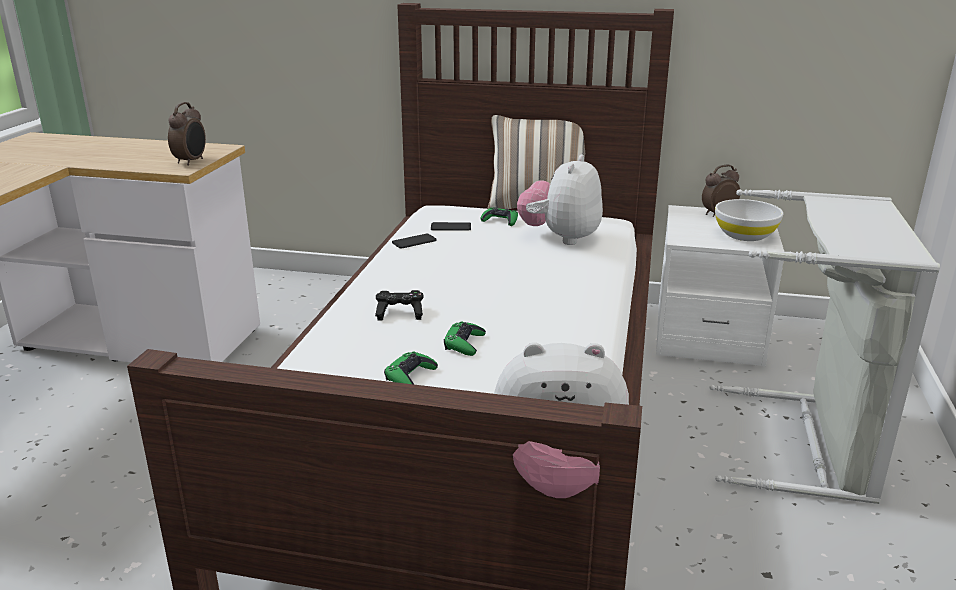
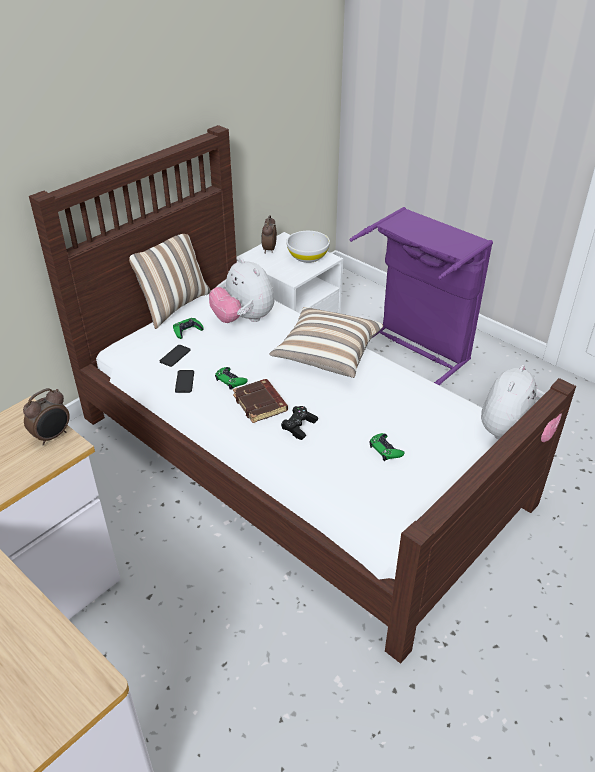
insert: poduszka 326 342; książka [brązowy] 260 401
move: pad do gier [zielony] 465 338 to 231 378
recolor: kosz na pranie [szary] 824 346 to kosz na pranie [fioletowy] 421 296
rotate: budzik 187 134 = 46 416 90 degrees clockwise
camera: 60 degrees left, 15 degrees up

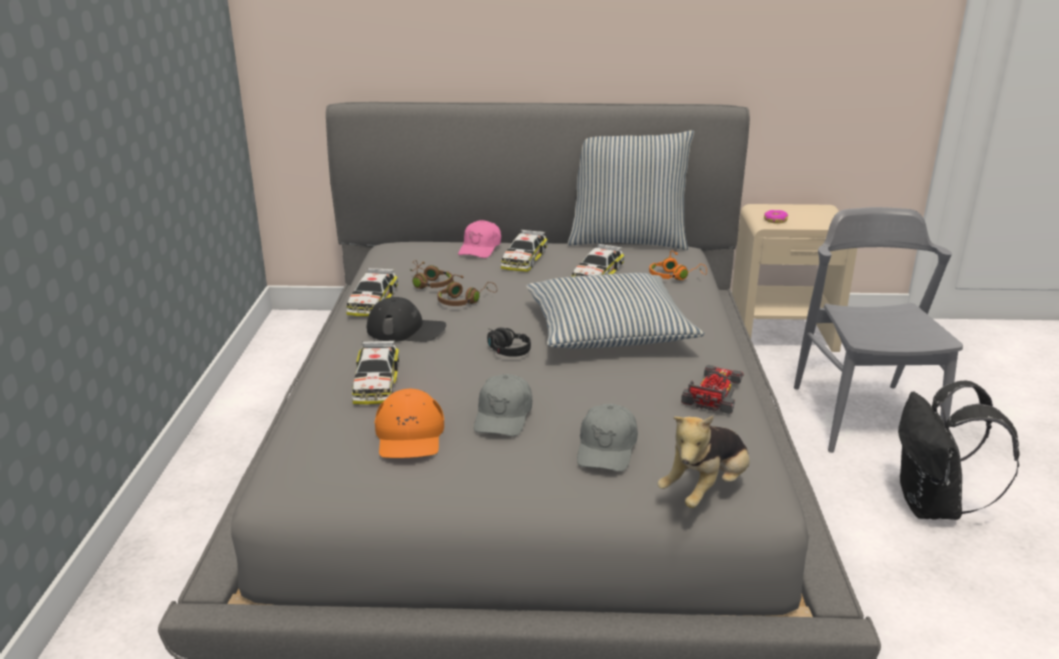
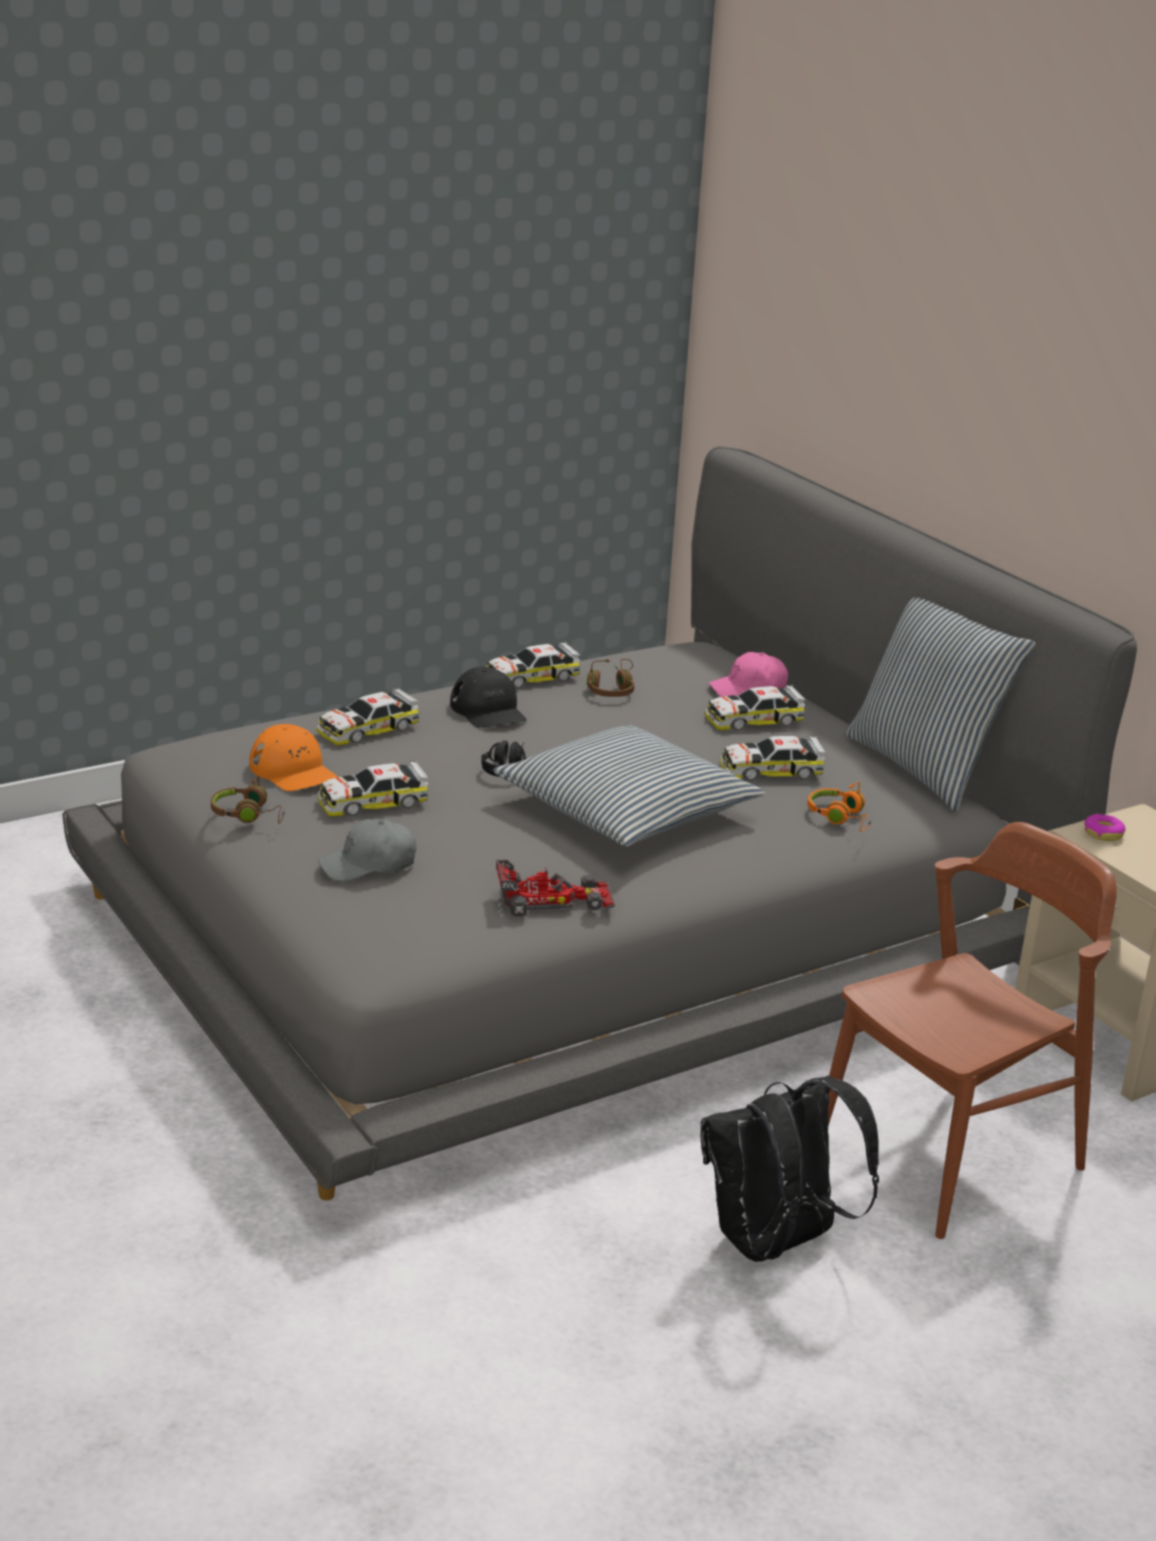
delete: pluszak 703 462
move: słuchawki [brązowy] 467 290 to 248 799
replace: czapka z daszkiem [szary] 503 405 to samochodzik 373 788
recolor: krzesło [szary] 878 330 to krzesło [brązowy] 972 1030
rotate: czapka z daszkiem [pomarańczowy] 409 423 = 293 757 90 degrees counterclockwise
camera: 55 degrees right, 0 degrees up

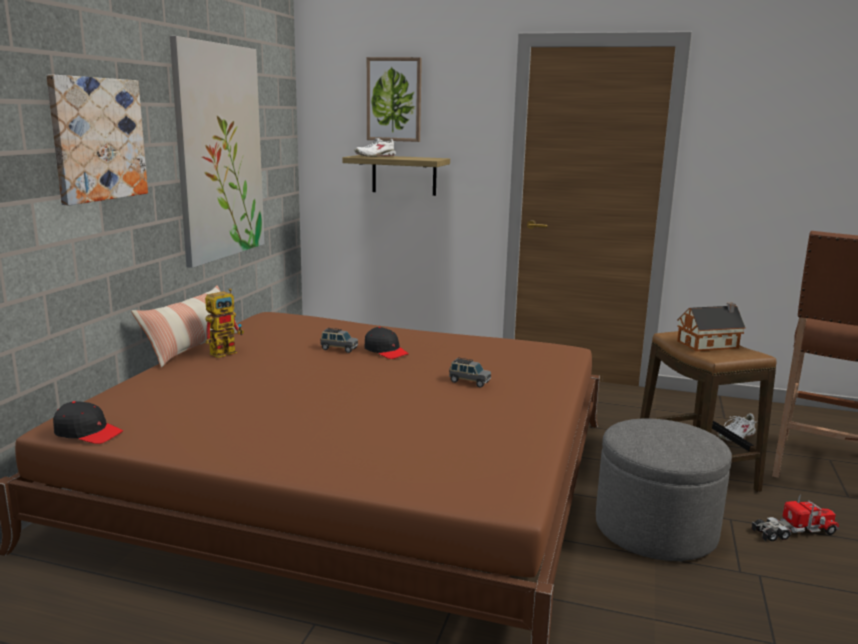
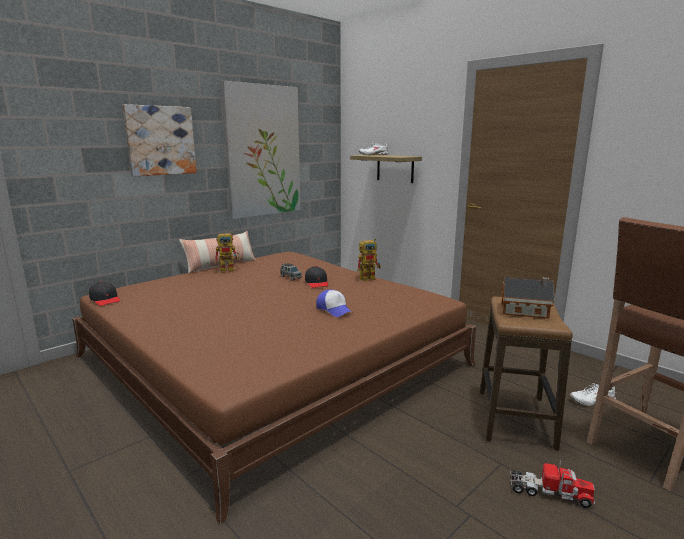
delete: obraz 394 99; pufa [szary] 664 489
insert: robot zabawkowy 369 259
replace: samochodzik [szary] 470 372 to czapka z daszkiem 334 303
camera: 30 degrees right, 0 degrees up

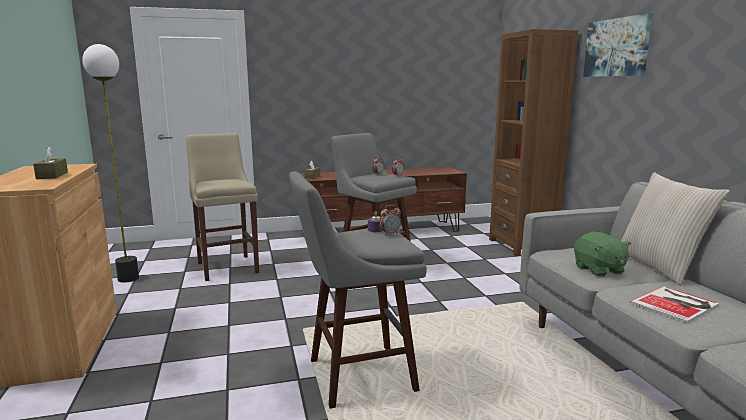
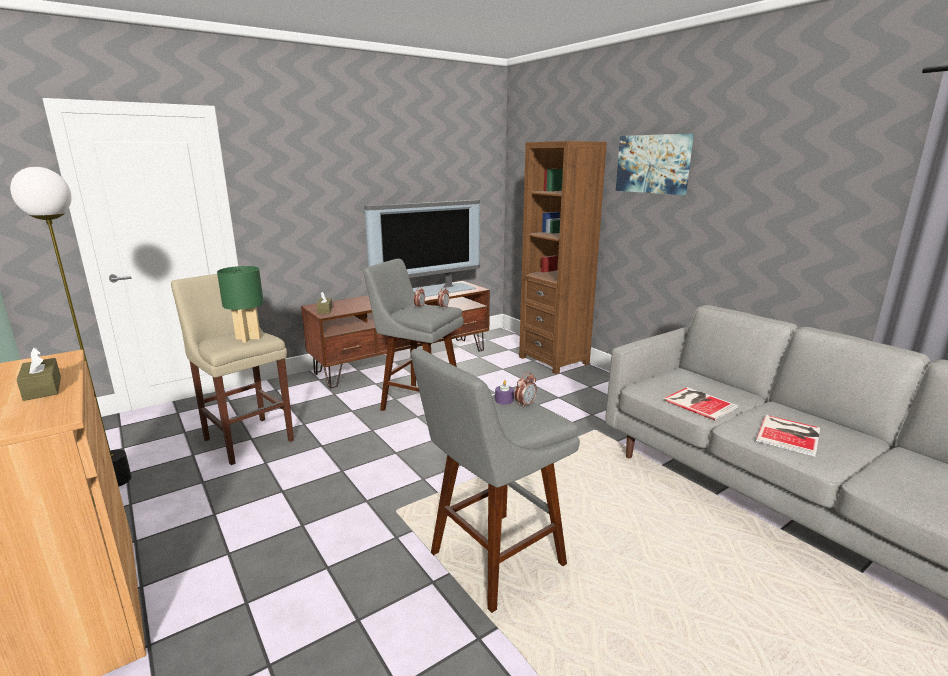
delete: poduszka [beżowy] 675 229
insert: telewizor 422 248; lampa stołowa [zielony] 240 304
replace: pluszak [zielony] 602 254 to książka 701 403
camera: 20 degrees left, 5 degrees up

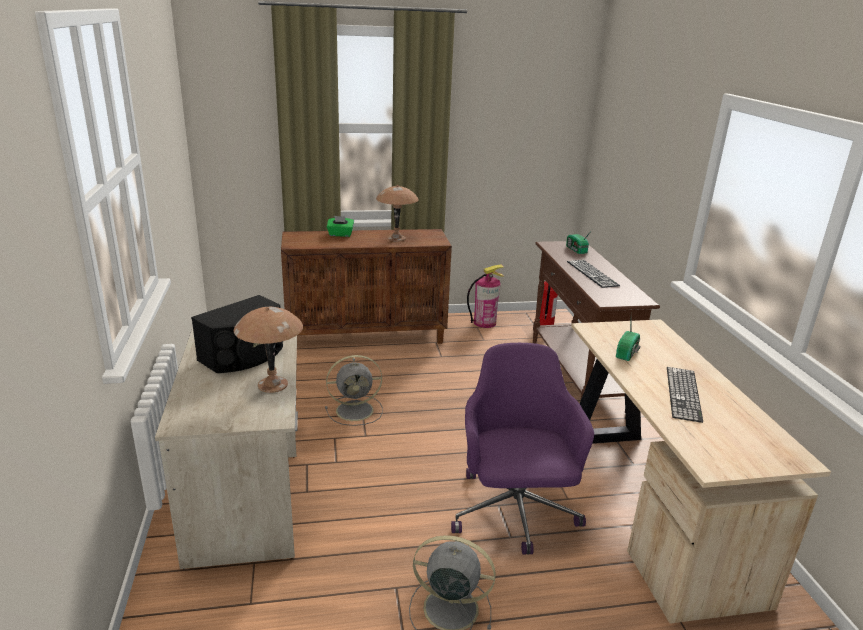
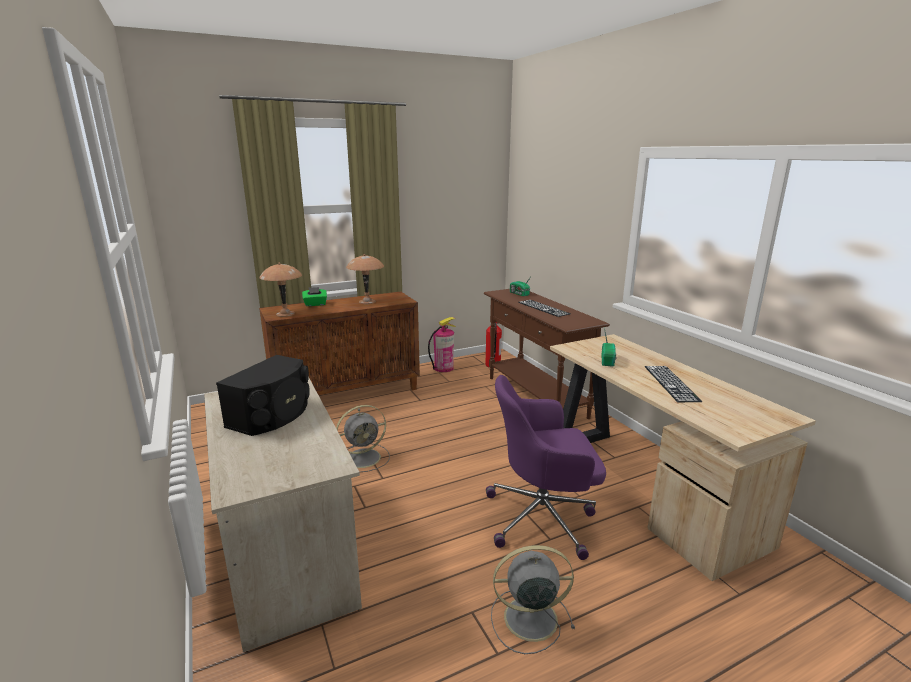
move: lampa stołowa [brązowy] 268 350 to 280 289
rotate: krzesło biurowe [fioletowy] 522 449 = 546 467 75 degrees counterclockwise
camera: 15 degrees left, 5 degrees down

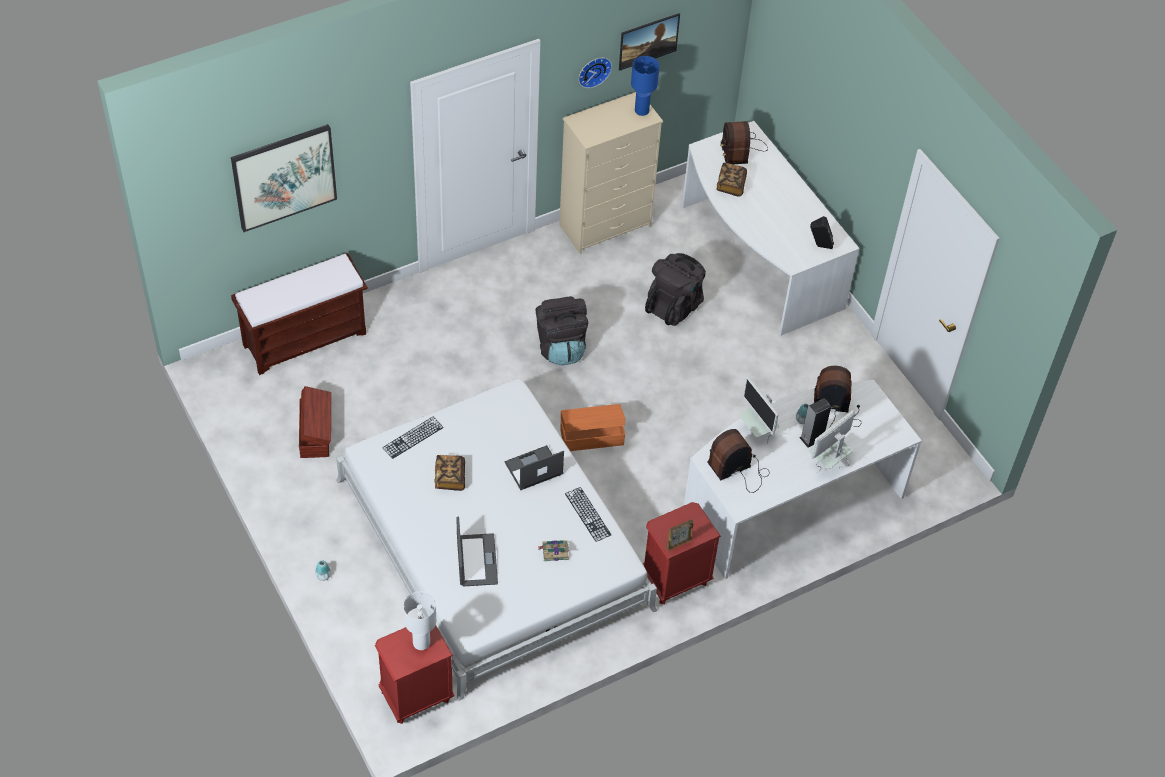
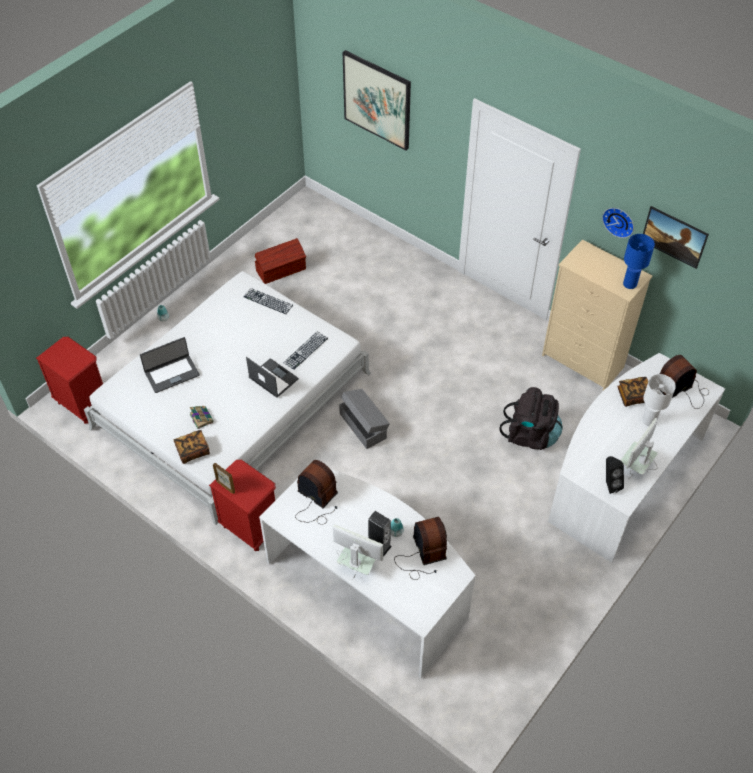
delete: ławka [brązowy] 299 314; plecak [czarny] 562 330
move: monitor 759 410 to 639 449; książka 449 473 to 192 447; klawiatura 588 514 to 305 351; lampa stołowa [biały] 419 620 to 659 400
recolor: pojemnik do przechowywania [pomarańczowy] 592 427 to pojemnik do przechowywania [szary] 364 419
camera: 70 degrees right, 0 degrees up

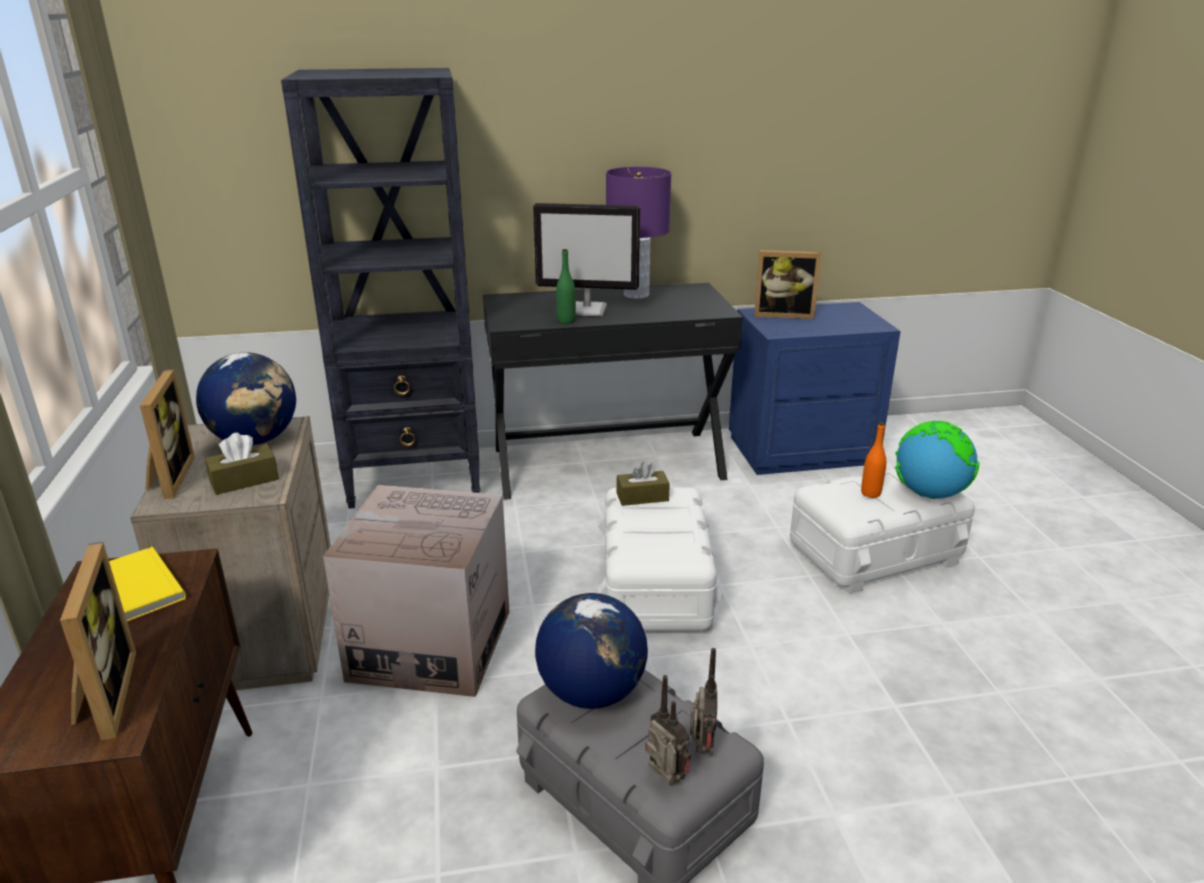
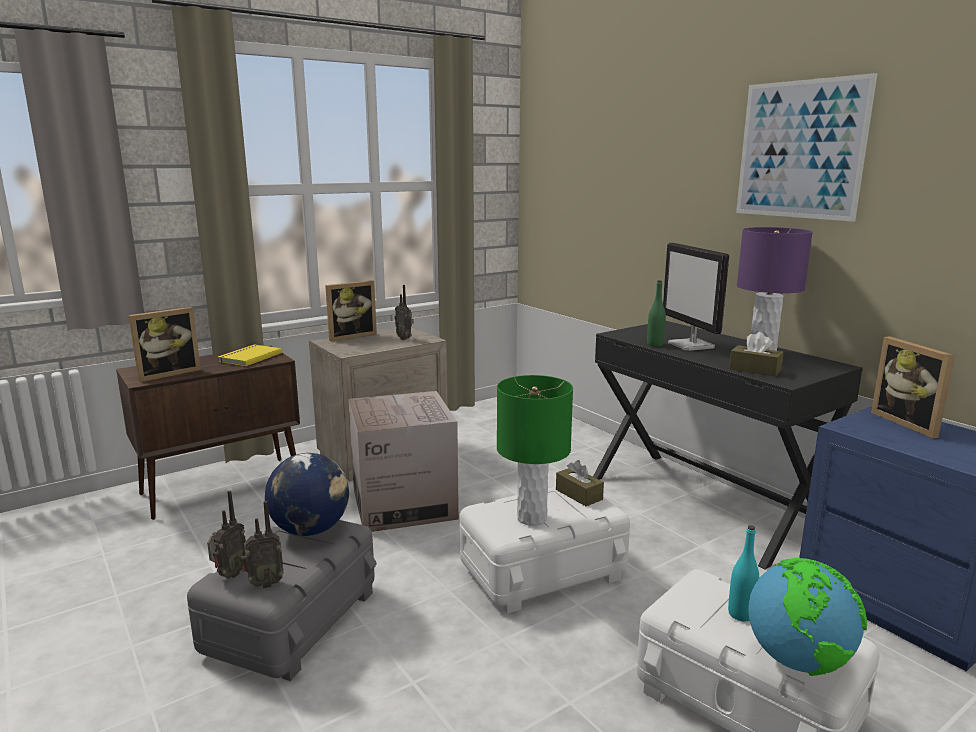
delete: regał [czarny] 380 288
insert: obraz 806 147; lampa stołowa [zielony] 535 450
move: pudełko chusteczek [brązowy] 242 463 to 756 354
replace: globus 246 398 to radio 404 312
recolor: butelka [pomarańczowy] 873 460 to butelka [turkusowy] 743 573
camera: 65 degrees right, 10 degrees down

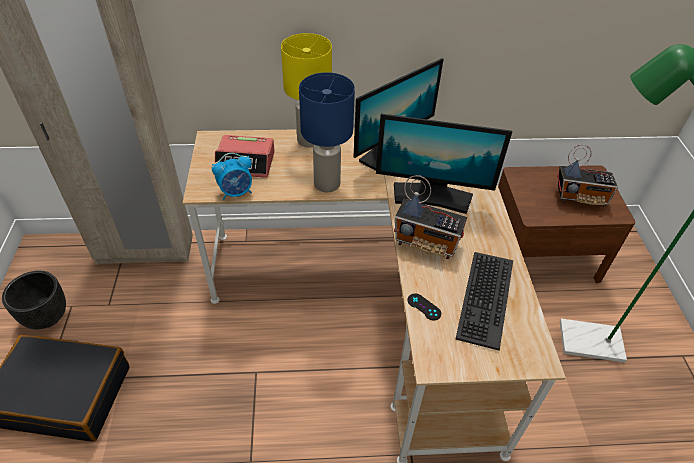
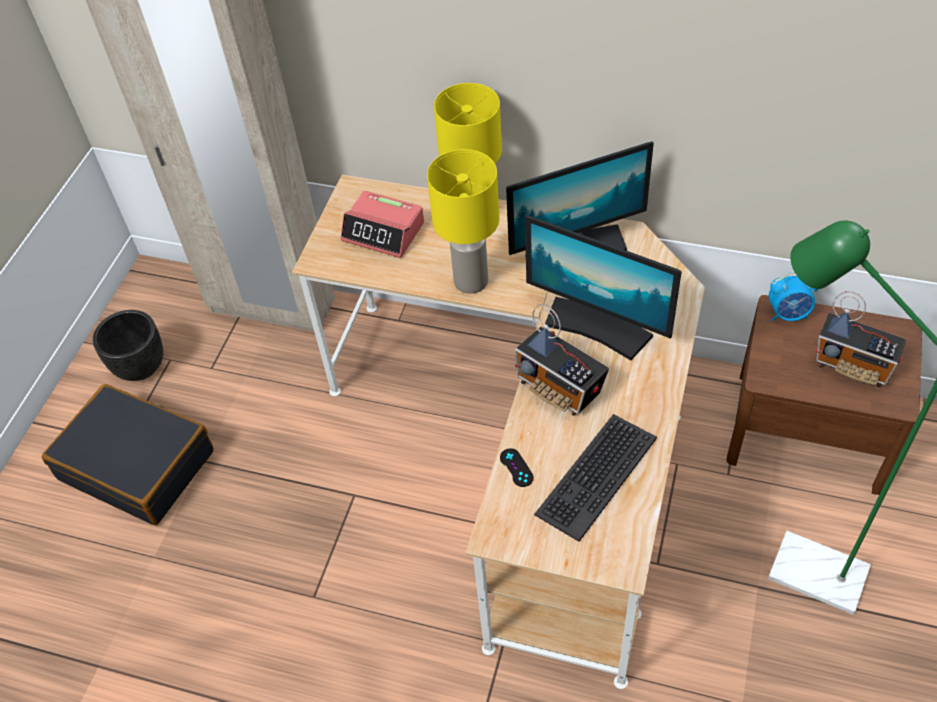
move: budzik 232 176 to 793 296
recolor: lampa stołowa [niebieski] 327 132 to lampa stołowa [żółty] 463 221
camera: 25 degrees right, 5 degrees up

